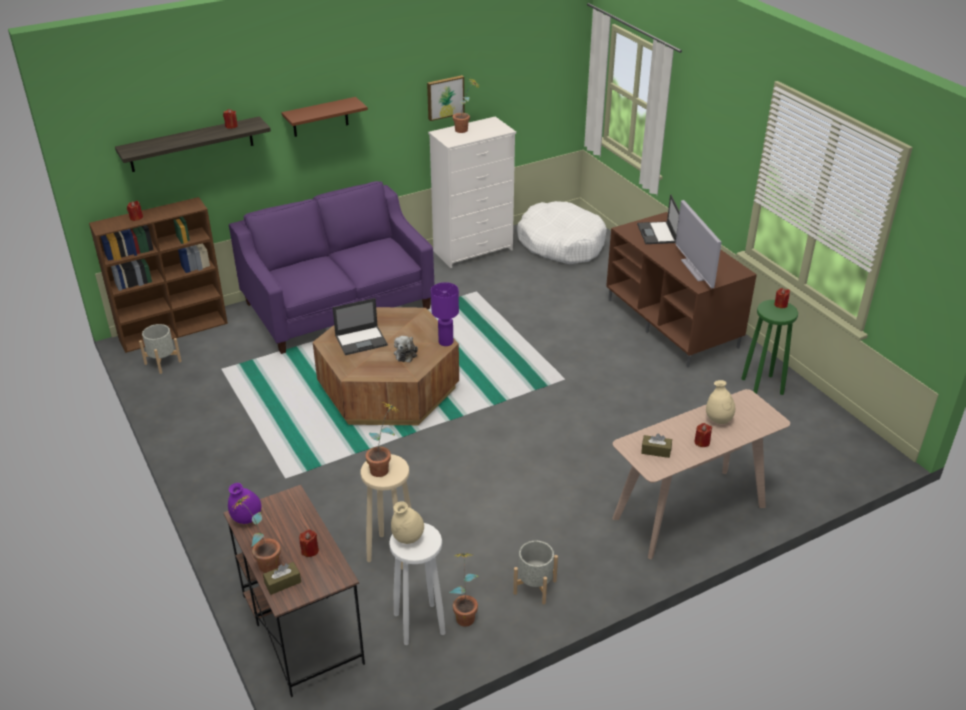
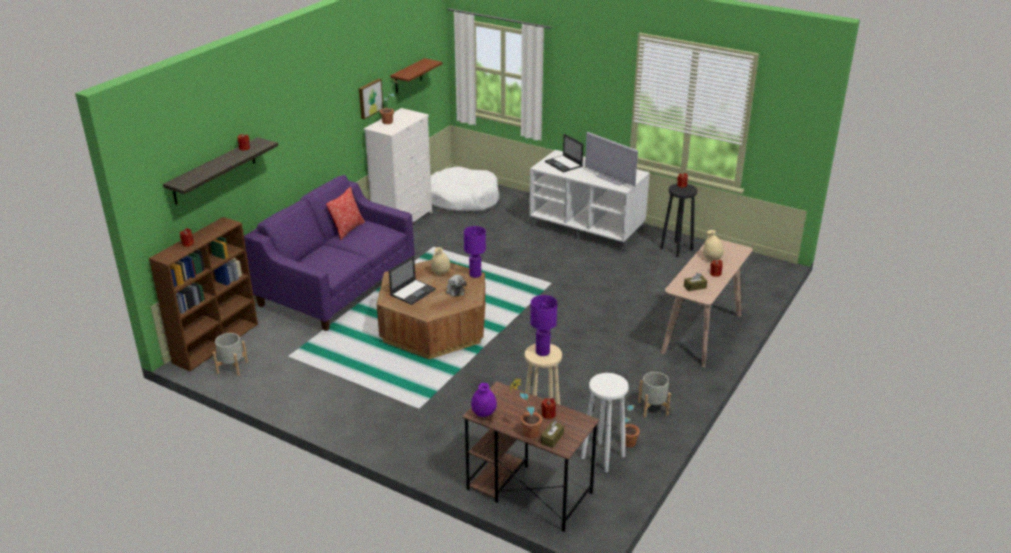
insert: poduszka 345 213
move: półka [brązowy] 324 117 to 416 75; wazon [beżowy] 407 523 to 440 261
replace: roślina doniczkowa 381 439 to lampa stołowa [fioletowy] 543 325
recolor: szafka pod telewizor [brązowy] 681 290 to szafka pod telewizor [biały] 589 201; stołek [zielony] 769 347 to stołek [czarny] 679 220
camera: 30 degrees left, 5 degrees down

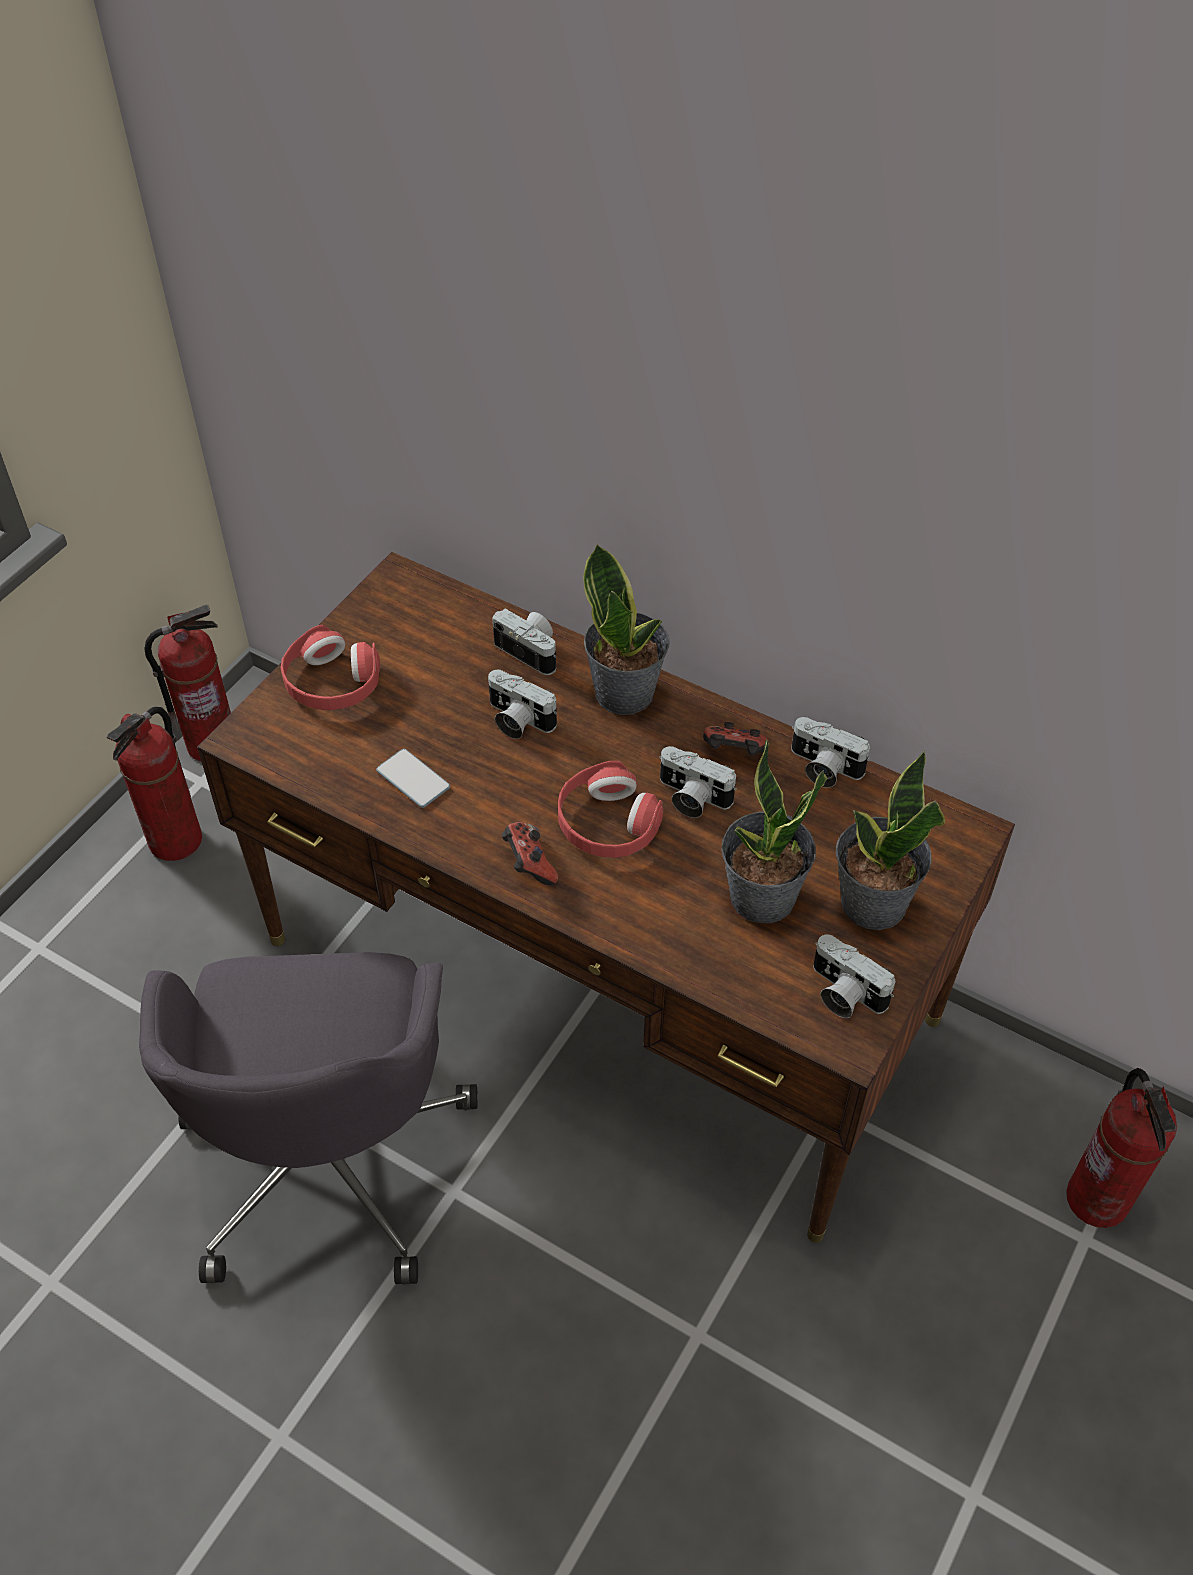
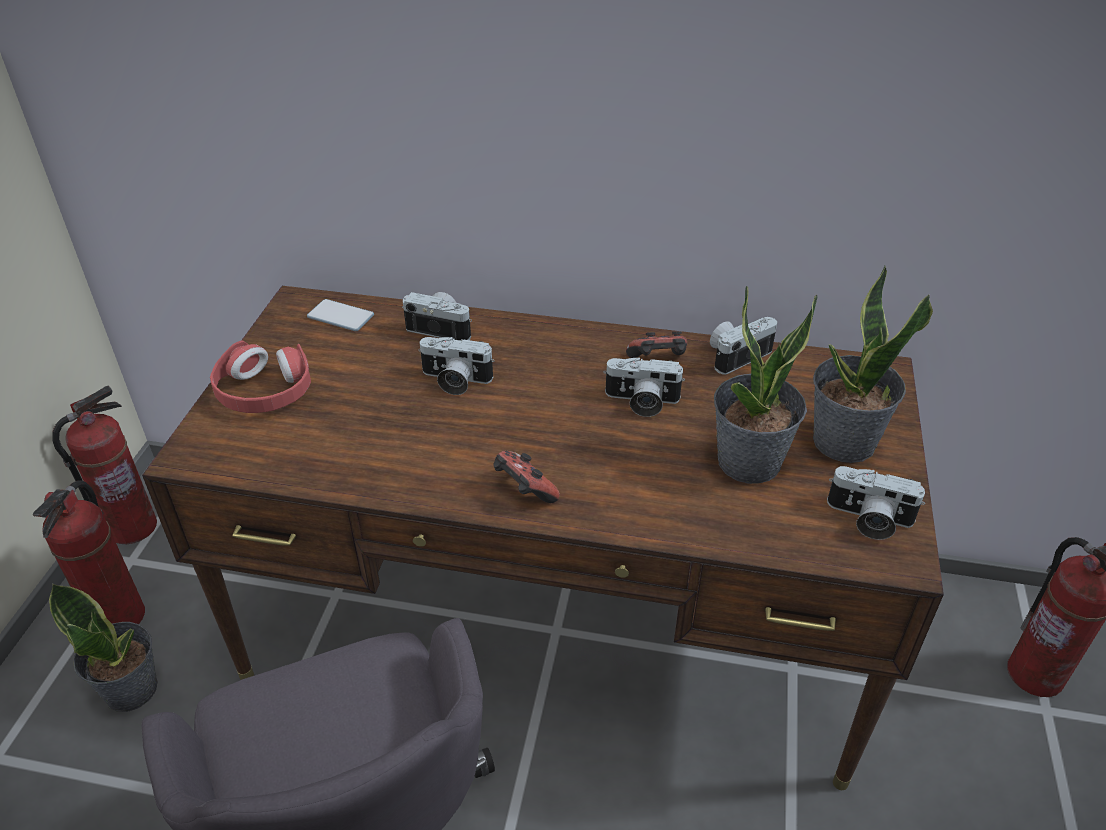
delete: słuchawki [czerwony] 610 809
move: roślina doniczkowa 626 629 to 103 647; telefon 413 778 to 340 315
rotate: aparat fotograficzny 830 752 = 743 346 135 degrees clockwise
camera: 20 degrees left, 10 degrees down

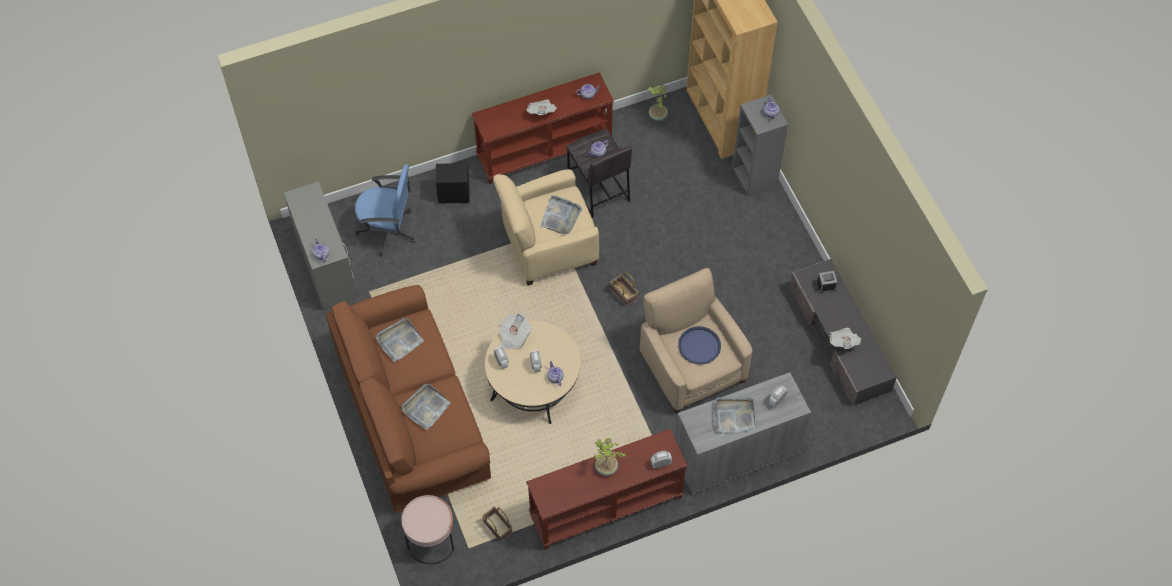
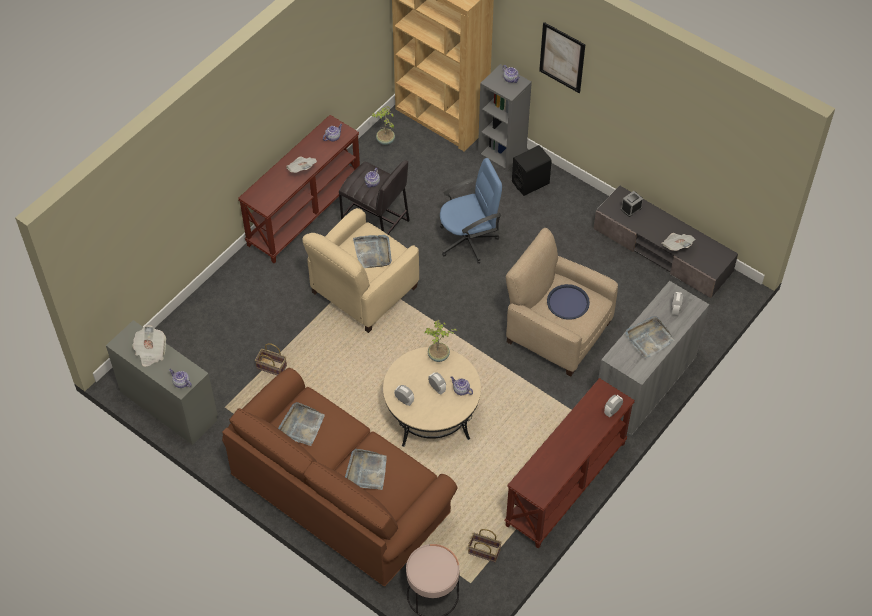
insert: obraz 562 57
move: głośnik [czarny] 453 183 to 532 170; krzesło biurowe [niebieski] 385 210 to 471 210; koszyk 624 290 to 271 359; gazeta 515 331 to 149 346; roślina doniczkowa 610 457 to 441 341
camera: 30 degrees left, 5 degrees down

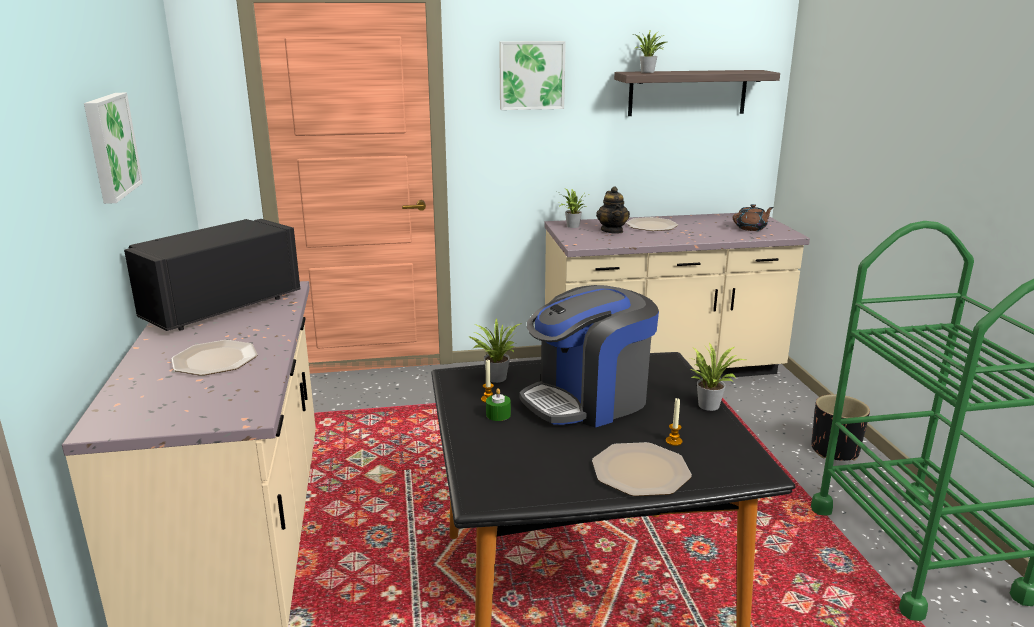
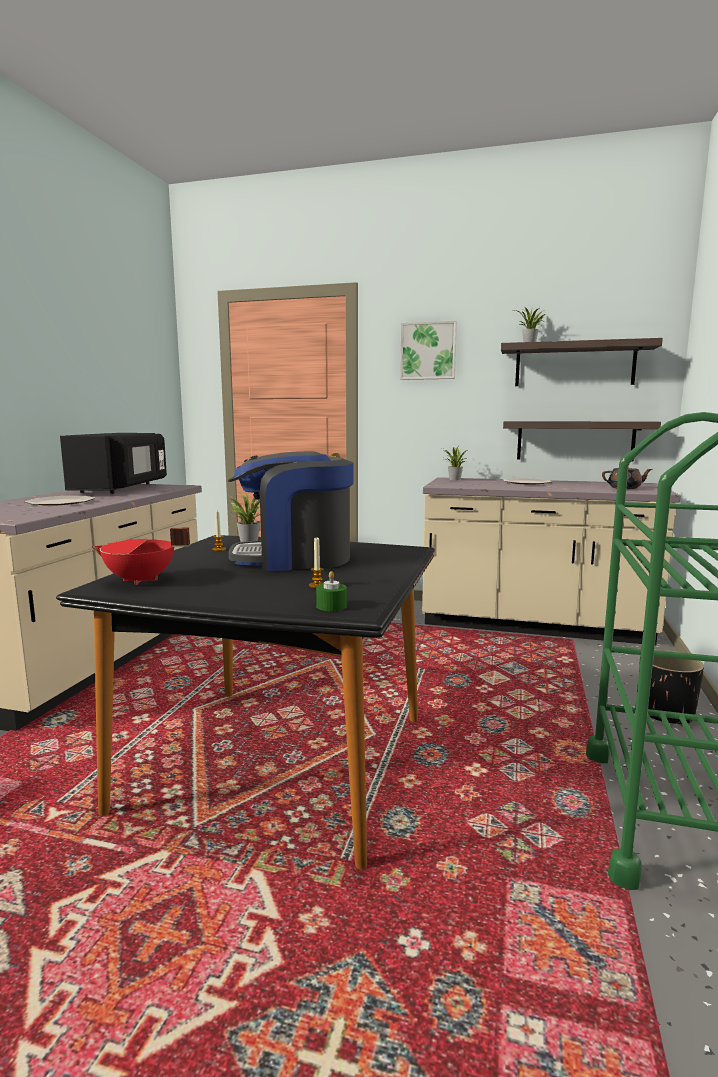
delete: obraz 113 148; imbryk 613 210; roślina doniczkowa 718 377; talerz 642 469
insert: półka 582 441; garnek [czerwony] 141 556
move: świeca [zielony] 498 404 to 331 591
rotate: mikrofalówka [czarny] 212 275 = 113 463 120 degrees clockwise
camera: 25 degrees right, 10 degrees down

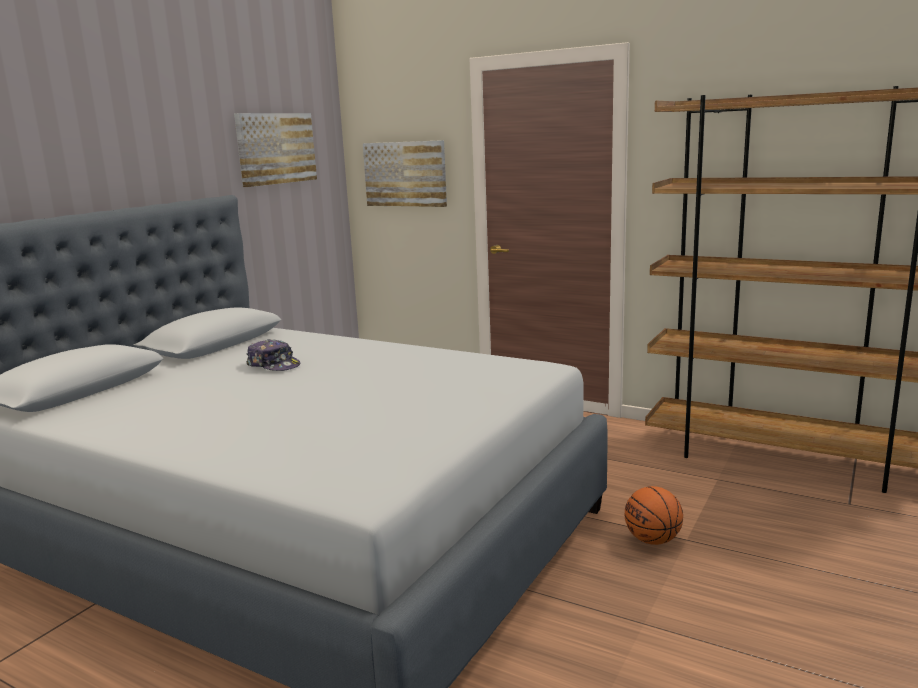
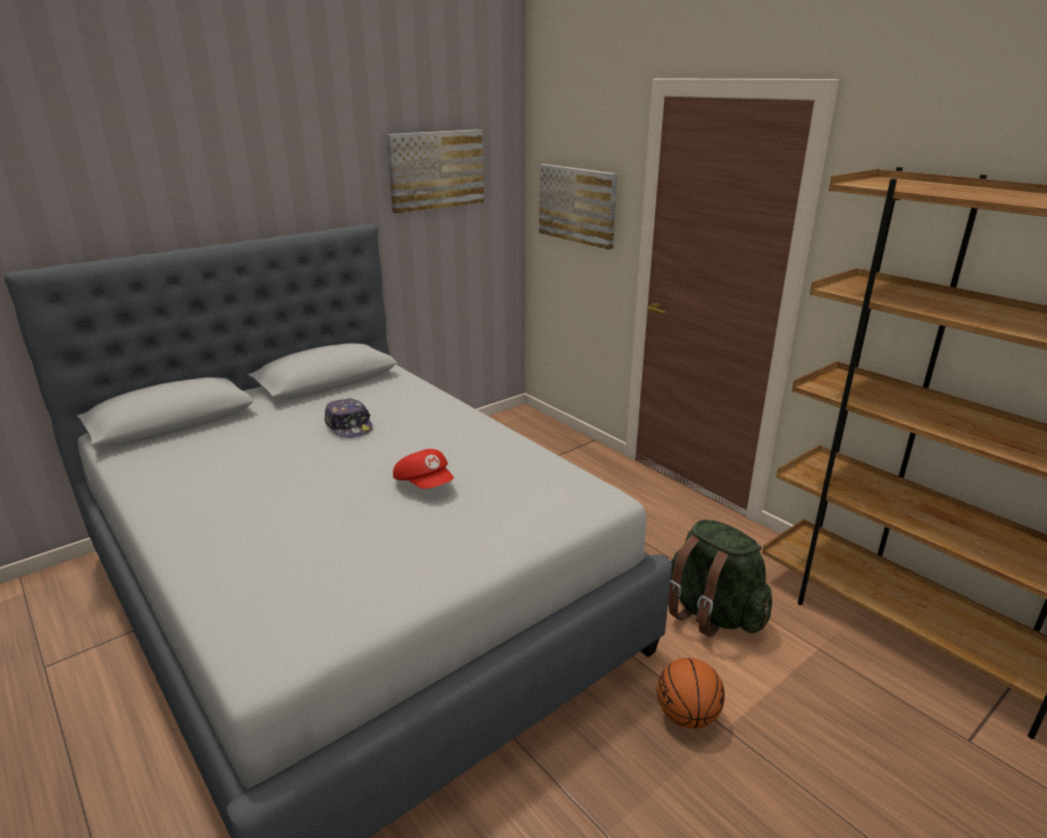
insert: czapka z daszkiem [czerwony] 423 469; plecak [zielony] 720 578
camera: 20 degrees right, 10 degrees up

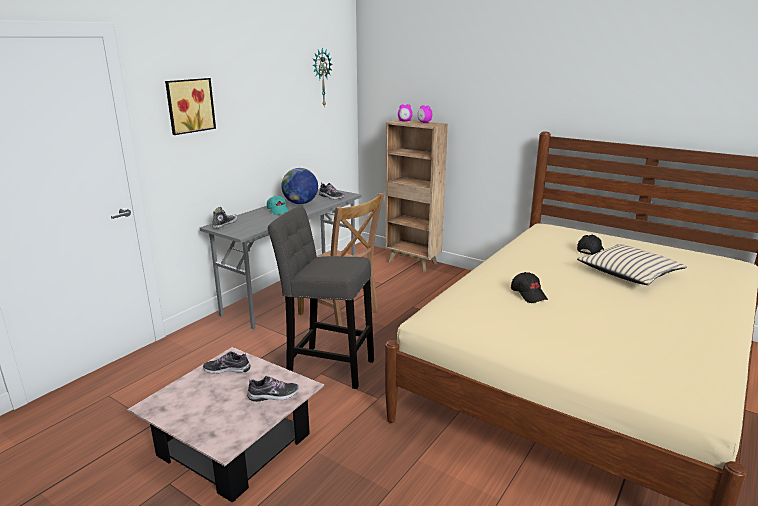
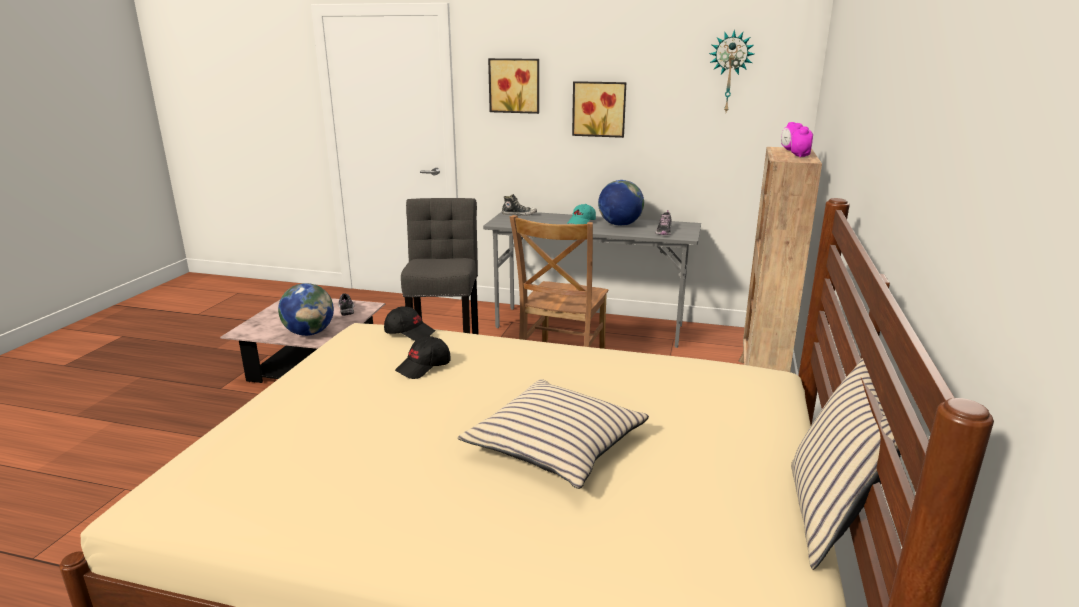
insert: obraz 599 109; poduszka [beżowy] 846 464
move: czapka z daszkiem [czarny] 590 245 to 409 324
replace: but 273 389 to globus 306 309
camera: 70 degrees right, 0 degrees up

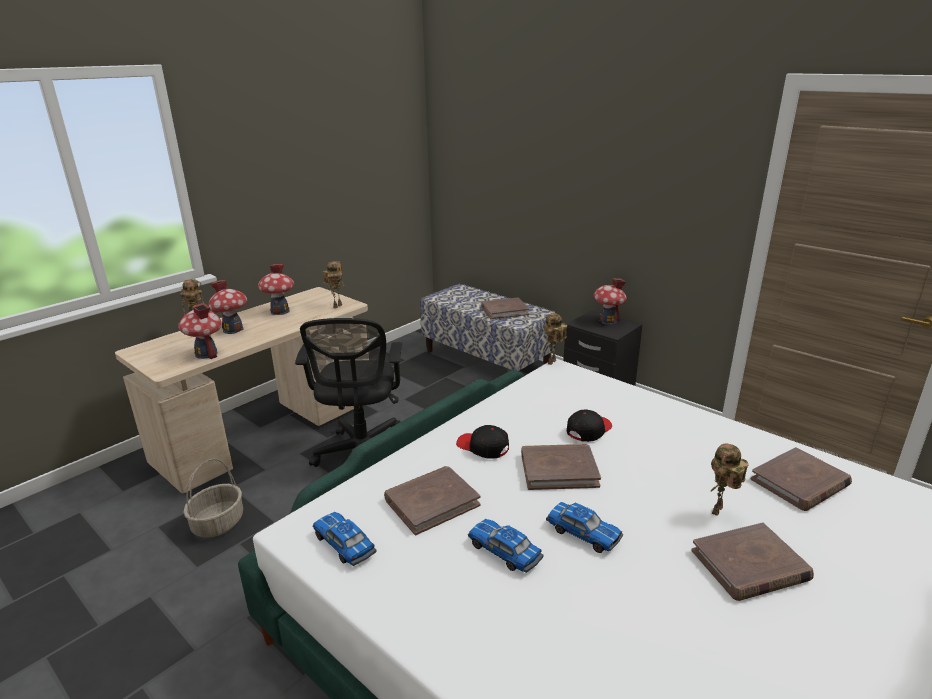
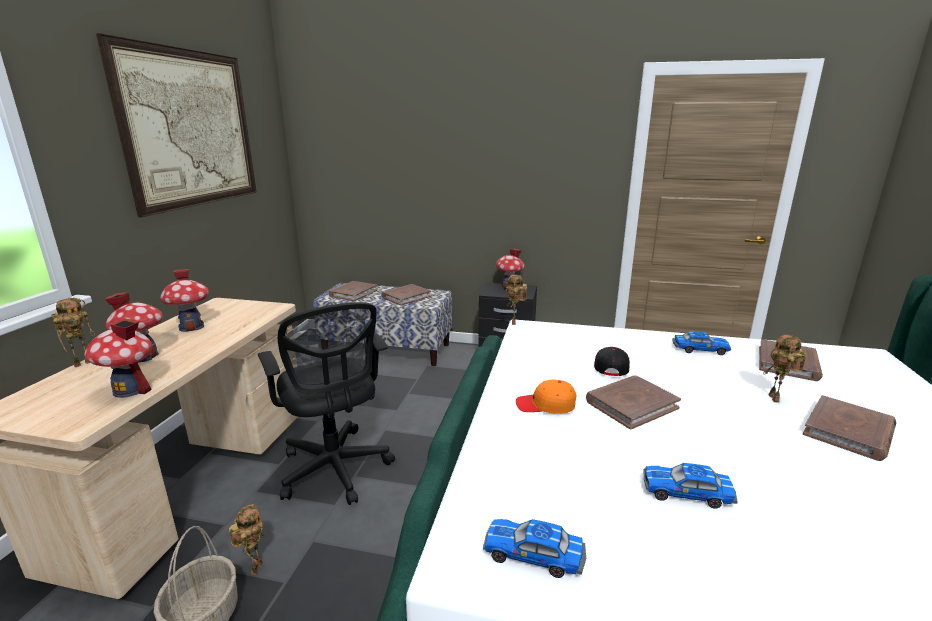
insert: obraz 176 125
move: robot zabawkowy 333 285 to 247 539; książka [brązowy] 432 500 to 353 291; samochodzik 584 527 to 701 343
recolor: czapka z daszkiem [czarny] 482 442 to czapka z daszkiem [pomarańczowy] 546 396
camera: 30 degrees left, 5 degrees down

